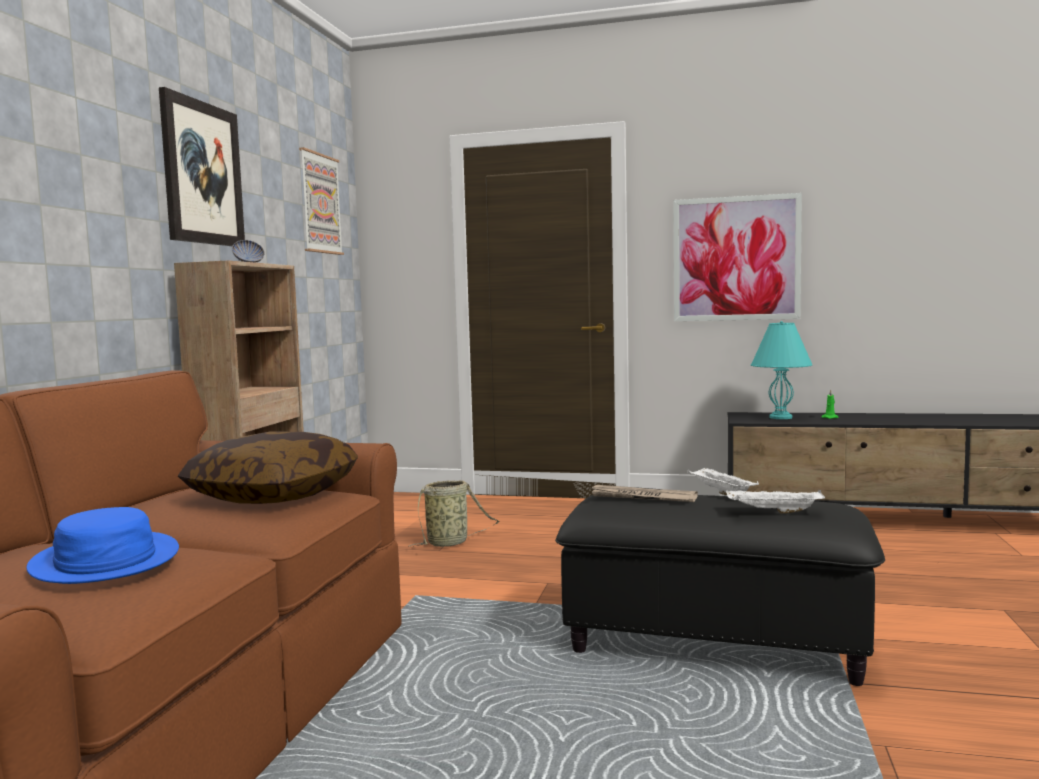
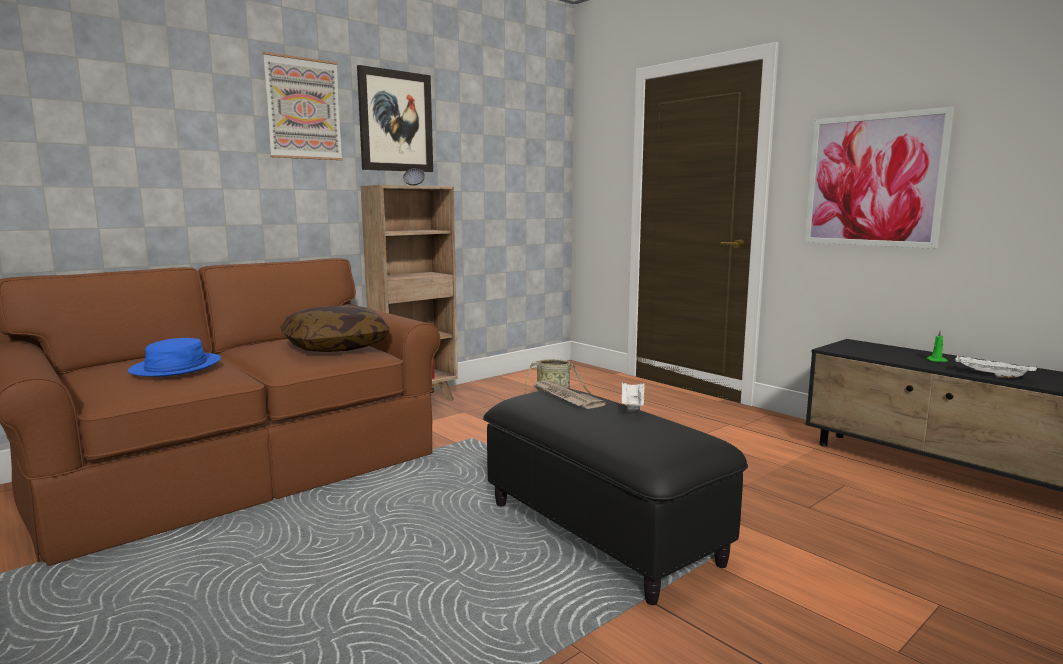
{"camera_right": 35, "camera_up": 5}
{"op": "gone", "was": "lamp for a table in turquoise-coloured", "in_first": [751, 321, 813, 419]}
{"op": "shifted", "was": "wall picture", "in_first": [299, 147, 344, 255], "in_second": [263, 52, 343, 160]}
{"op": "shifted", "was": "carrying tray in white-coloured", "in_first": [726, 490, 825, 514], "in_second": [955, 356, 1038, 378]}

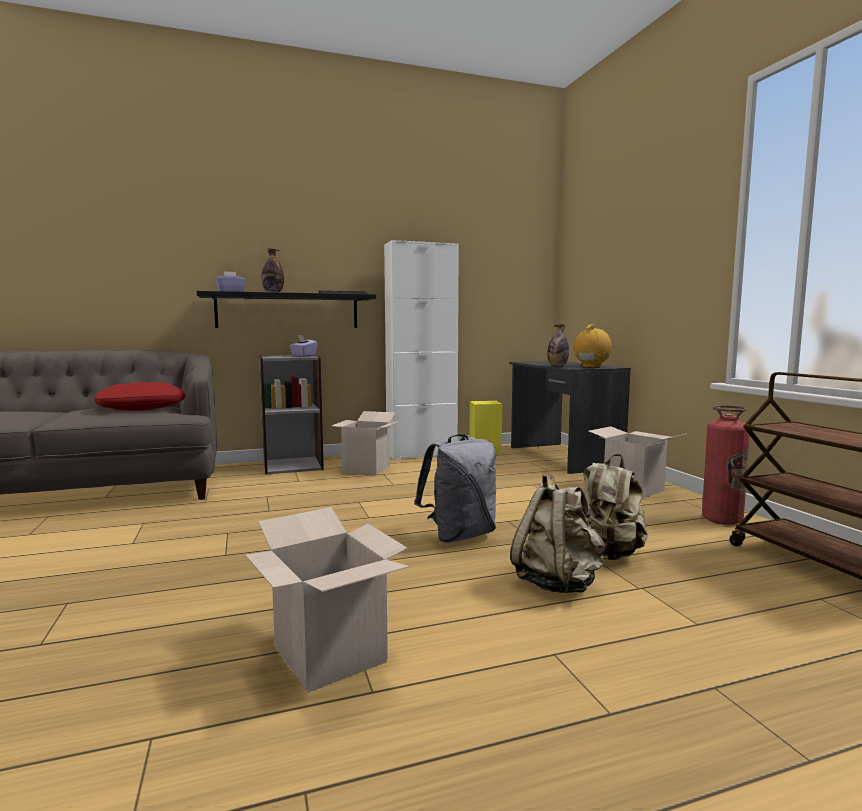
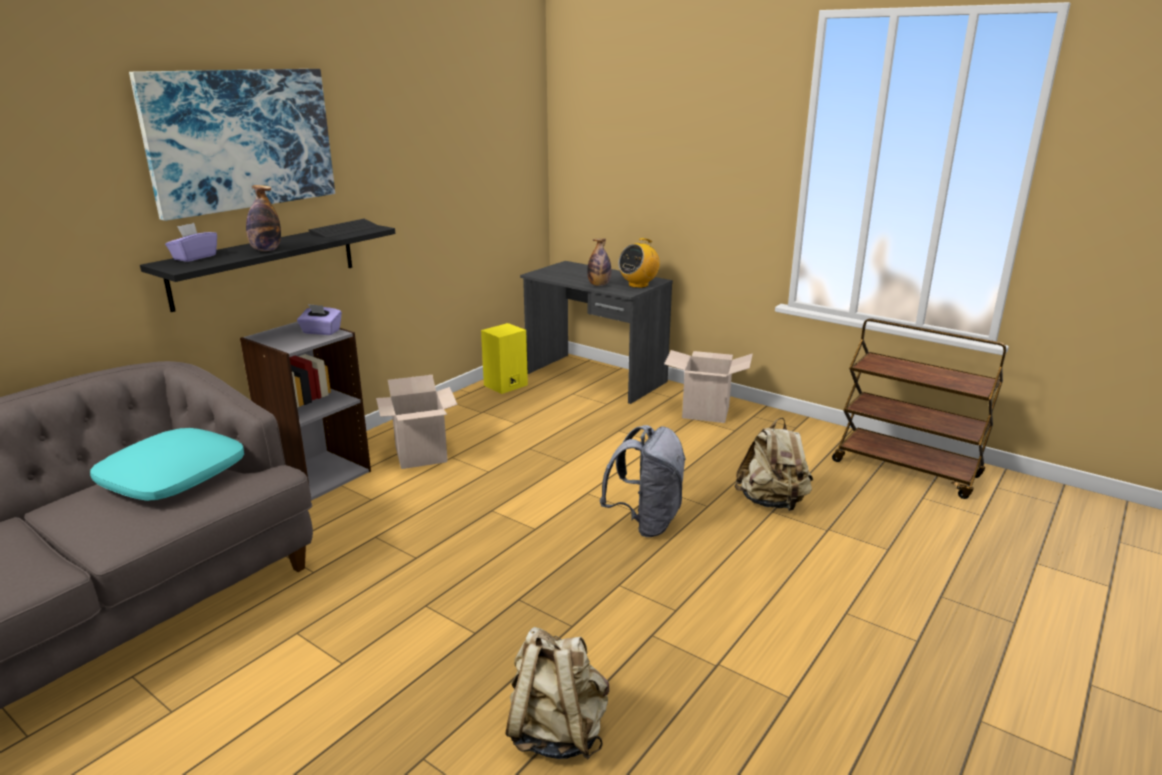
{"camera_right": -35, "camera_up": 15}
{"op": "gone", "was": "carton", "in_first": [245, 507, 409, 693]}
{"op": "gone", "was": "cabinet in white-coloured", "in_first": [384, 240, 459, 460]}
{"op": "gone", "was": "fire-fighting cylinder", "in_first": [702, 405, 750, 525]}
{"op": "new", "now": "wall picture", "in_second": [129, 69, 335, 221]}
{"op": "shifted", "was": "knapsack in sand-coloured", "in_first": [510, 474, 605, 593], "in_second": [505, 627, 609, 760]}
{"op": "repainted", "was": "cushion in red", "now": "cushion in turquoise-coloured", "in_first": [94, 382, 185, 411], "in_second": [90, 428, 244, 501]}
{"op": "rotated", "was": "radio receiver", "in_first": [574, 324, 612, 368], "in_second": [618, 238, 660, 288], "clockwise": -135}

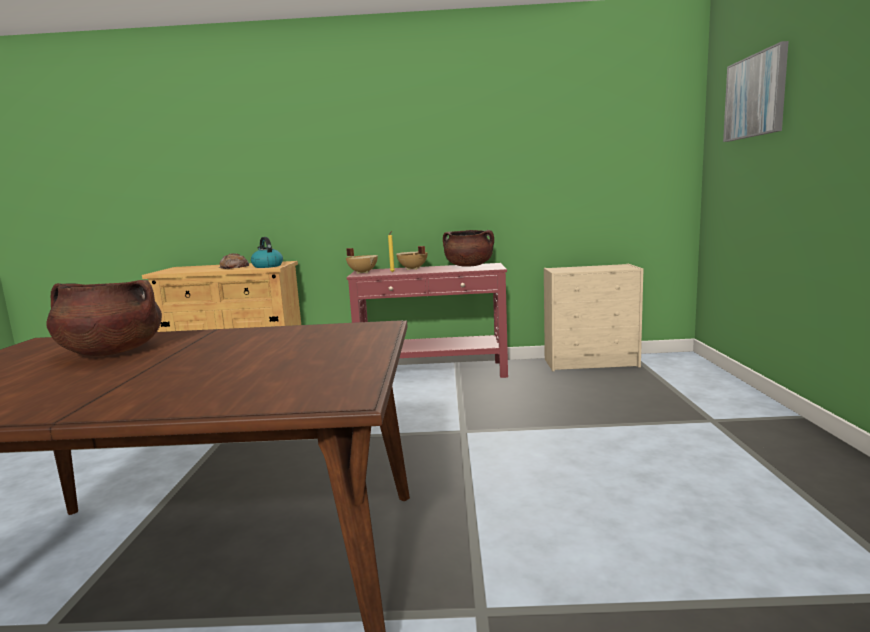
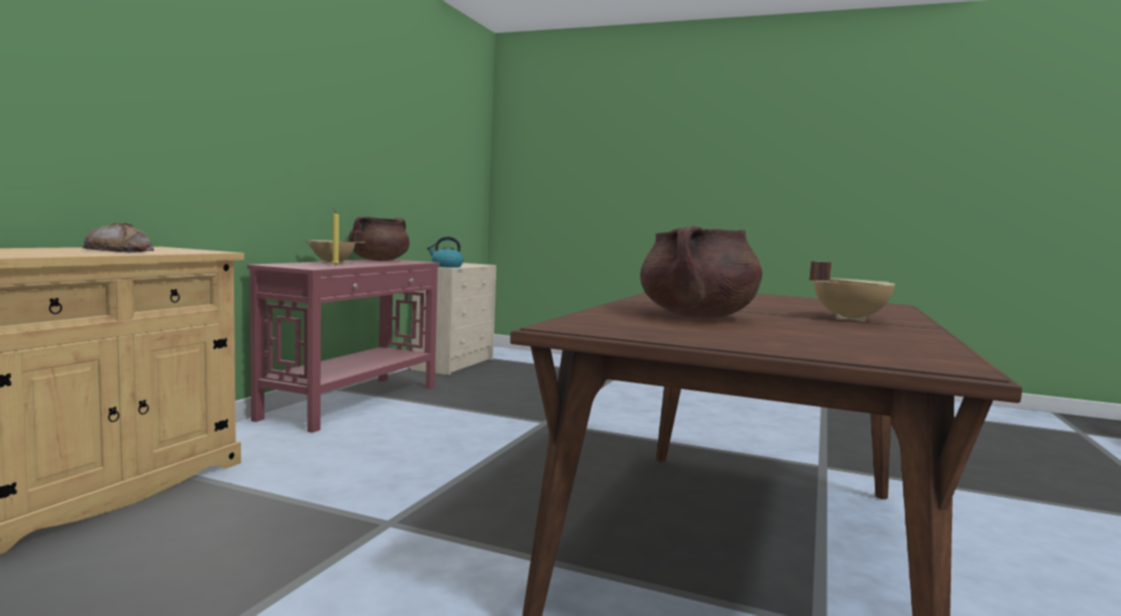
{"camera_right": -70, "camera_up": -5}
{"op": "gone", "was": "wall picture", "in_first": [723, 41, 789, 142]}
{"op": "shifted", "was": "water kettle", "in_first": [251, 237, 283, 268], "in_second": [427, 237, 463, 268]}
{"op": "shifted", "was": "stockpot in sand-coloured", "in_first": [346, 248, 378, 274], "in_second": [809, 261, 895, 322]}

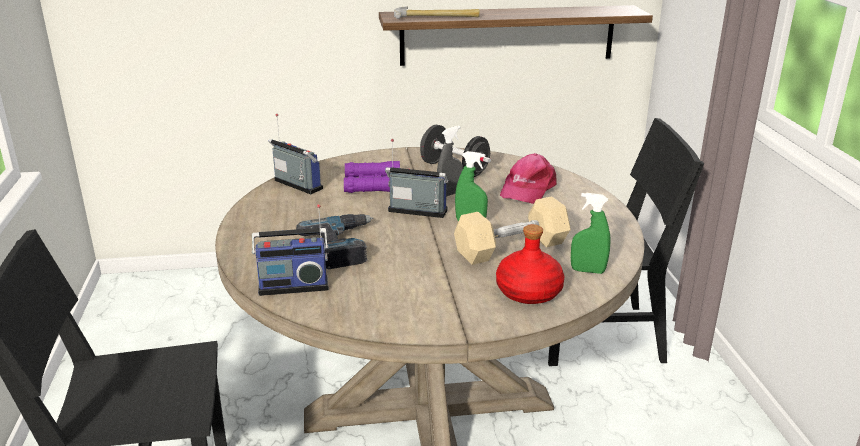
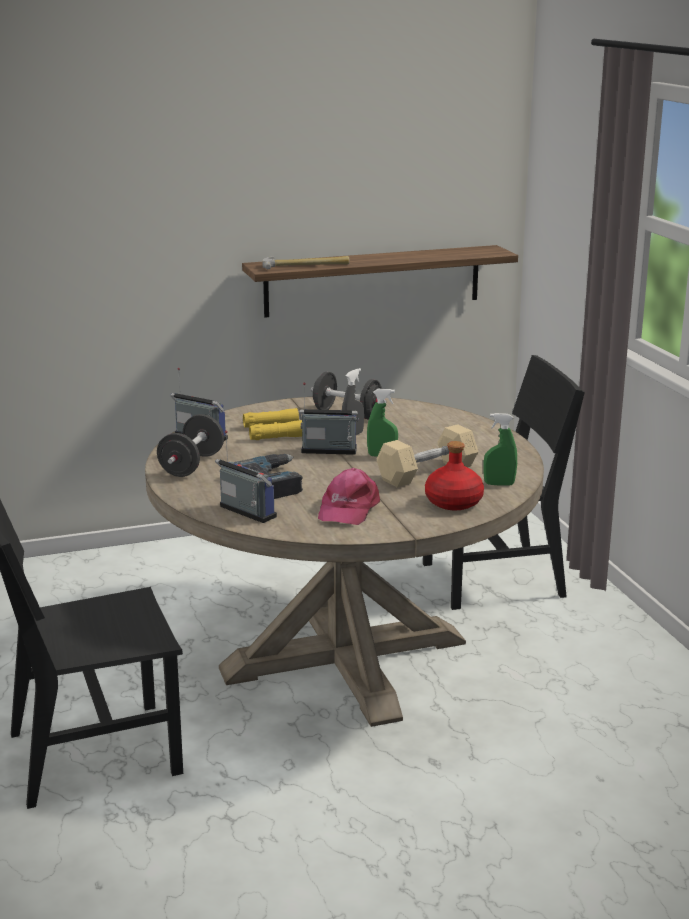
{"camera_right": -10, "camera_up": -5}
{"op": "new", "now": "free weight in blackish", "in_second": [157, 414, 224, 477]}
{"op": "shifted", "was": "peaked cap in pink", "in_first": [500, 153, 557, 204], "in_second": [318, 468, 380, 525]}
{"op": "repainted", "was": "binoculars in purple-coloured", "now": "binoculars in yellow-coloured", "in_first": [344, 161, 400, 193], "in_second": [243, 408, 302, 440]}
{"op": "rotated", "was": "radio receiver", "in_first": [252, 204, 329, 296], "in_second": [215, 430, 277, 523], "clockwise": -120}

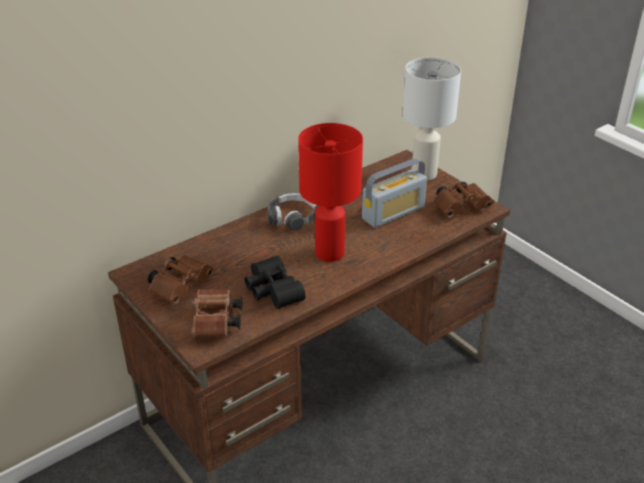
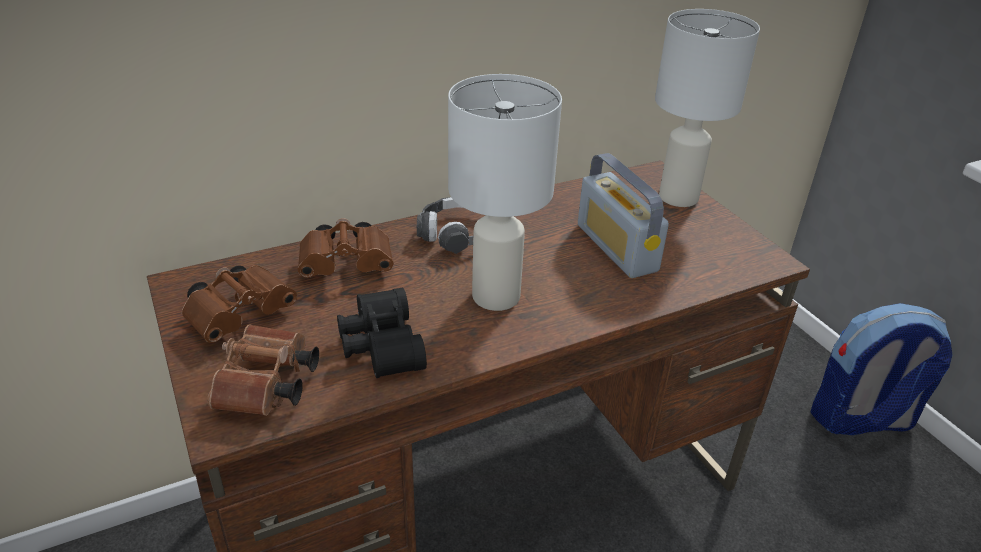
{"camera_right": 10, "camera_up": 0}
{"op": "new", "now": "knapsack", "in_second": [811, 303, 953, 435]}
{"op": "shifted", "was": "binoculars in brown-coloured", "in_first": [434, 181, 494, 217], "in_second": [298, 218, 394, 278]}
{"op": "repainted", "was": "lamp for a table in red", "now": "lamp for a table in white-coloured", "in_first": [298, 123, 363, 262], "in_second": [448, 74, 562, 311]}
{"op": "rotated", "was": "radio receiver", "in_first": [362, 158, 427, 228], "in_second": [578, 153, 669, 278], "clockwise": 90}

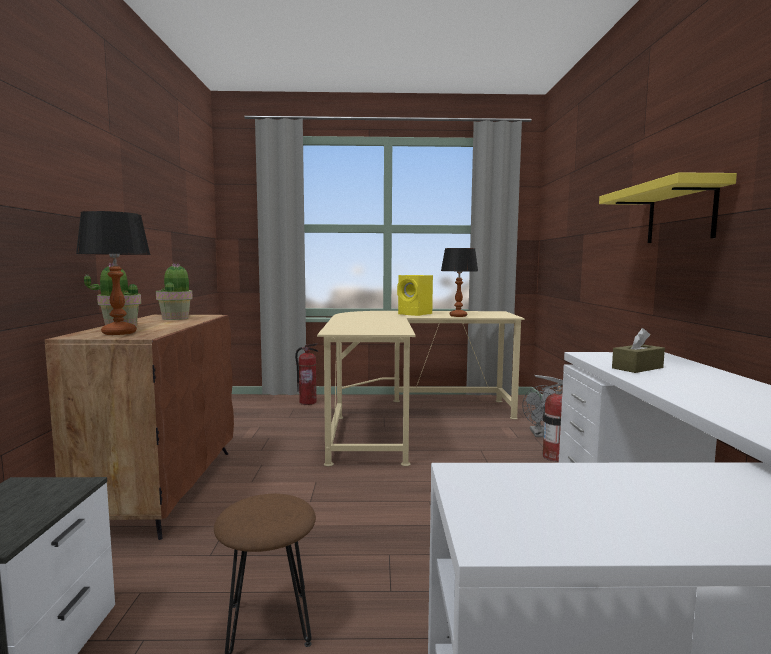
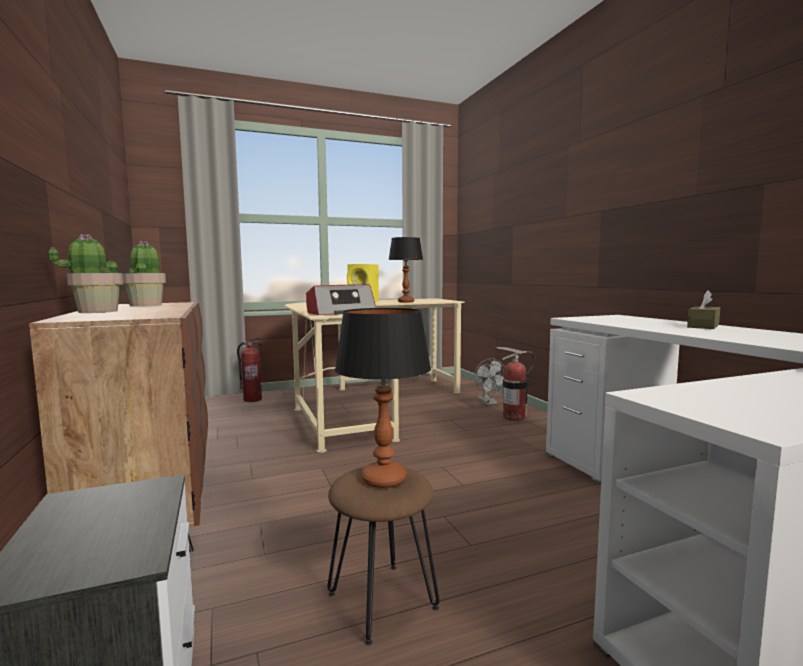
{"camera_right": -20, "camera_up": 0}
{"op": "gone", "was": "bracket shelf in yellow-coloured", "in_first": [599, 172, 737, 243]}
{"op": "new", "now": "radio receiver", "in_second": [306, 284, 376, 315]}
{"op": "shifted", "was": "lamp for a table", "in_first": [76, 211, 151, 335], "in_second": [334, 308, 431, 488]}
{"op": "shifted", "was": "box of tissues in brown-coloured", "in_first": [612, 328, 665, 373], "in_second": [687, 290, 720, 329]}

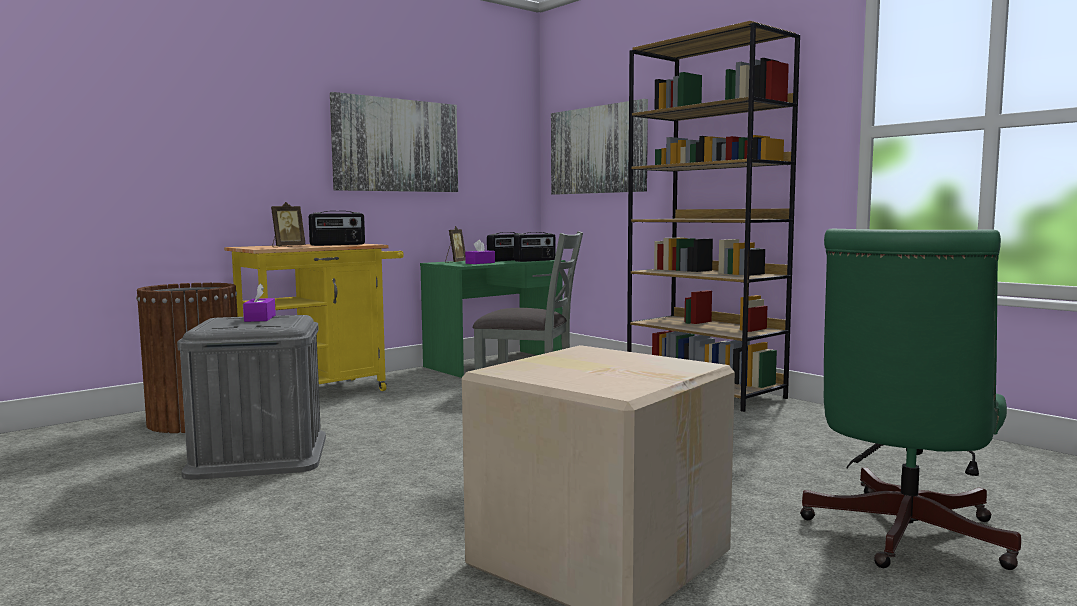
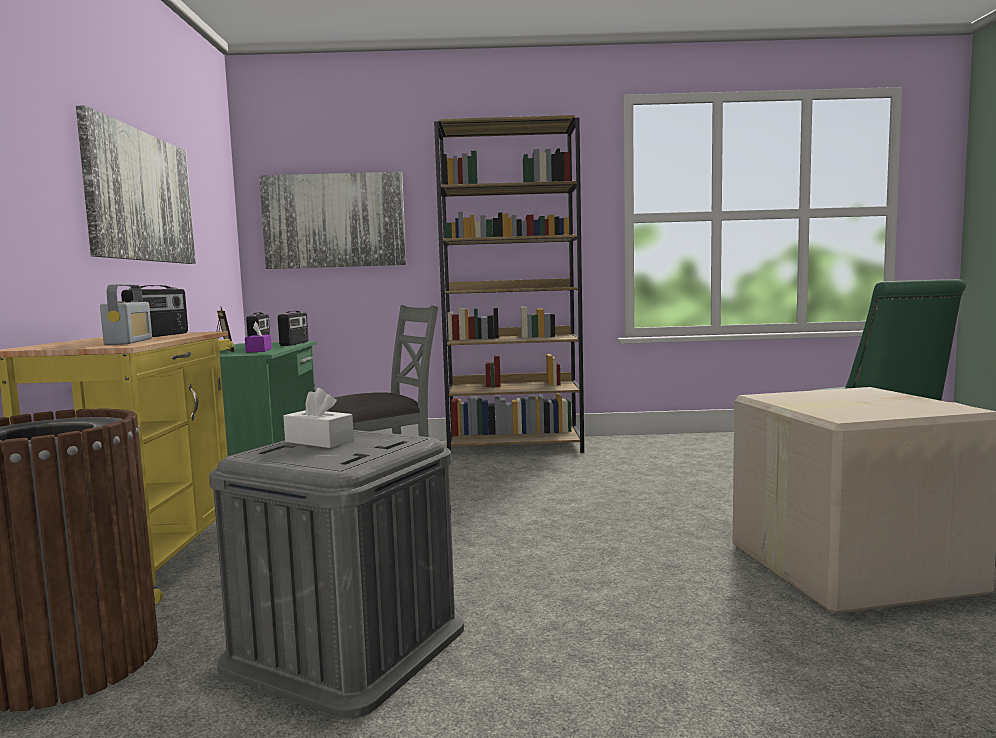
{"camera_right": -50, "camera_up": 0}
{"op": "swapped", "was": "photo frame", "now": "radio receiver", "in_first": [271, 202, 305, 247], "in_second": [100, 284, 152, 345]}
{"op": "repainted", "was": "box of tissues in purple-coloured", "now": "box of tissues in white-coloured", "in_first": [243, 283, 276, 322], "in_second": [283, 388, 354, 448]}

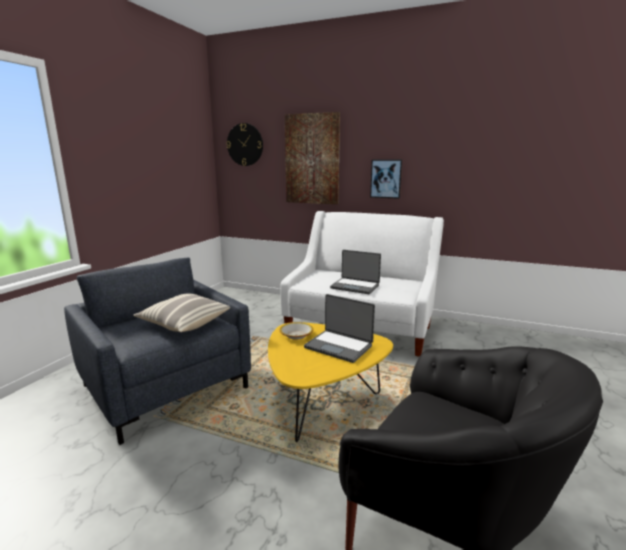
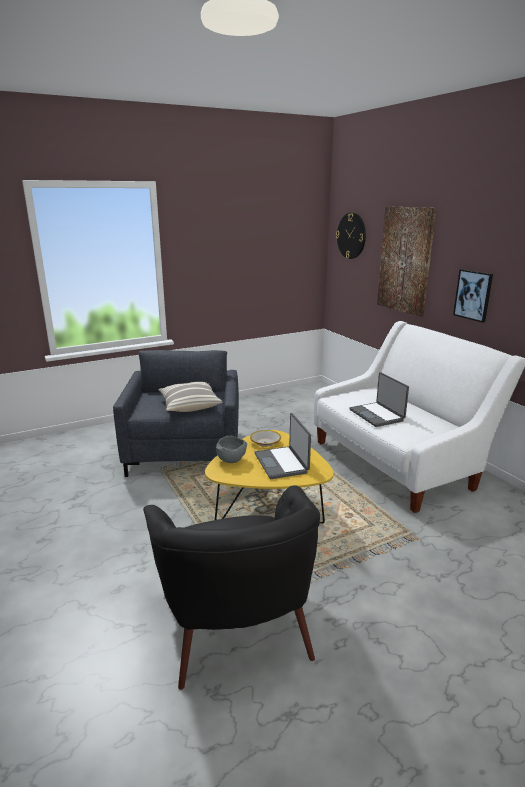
{"camera_right": 40, "camera_up": 5}
{"op": "new", "now": "bowl in greyish", "in_second": [216, 436, 247, 463]}

